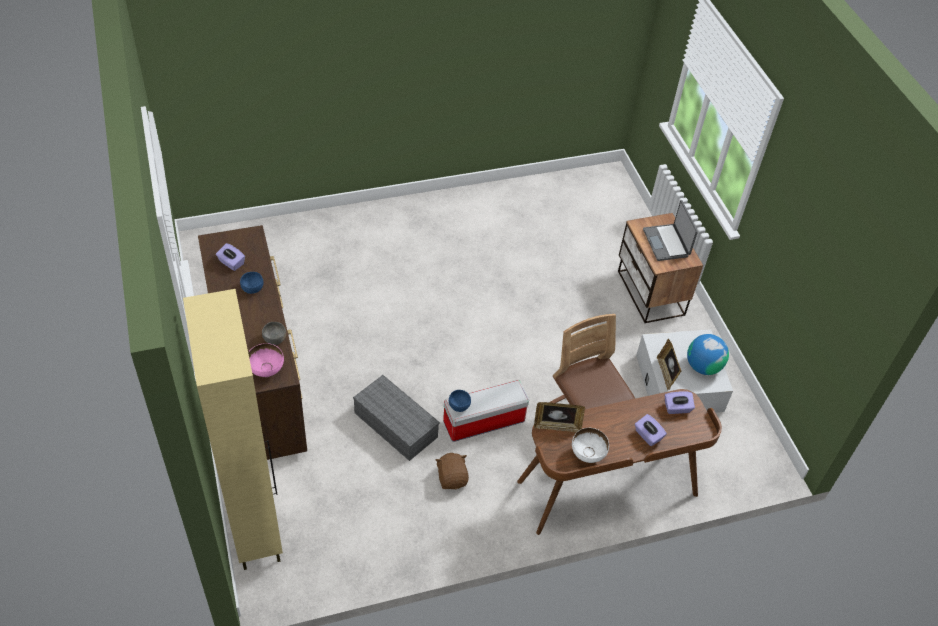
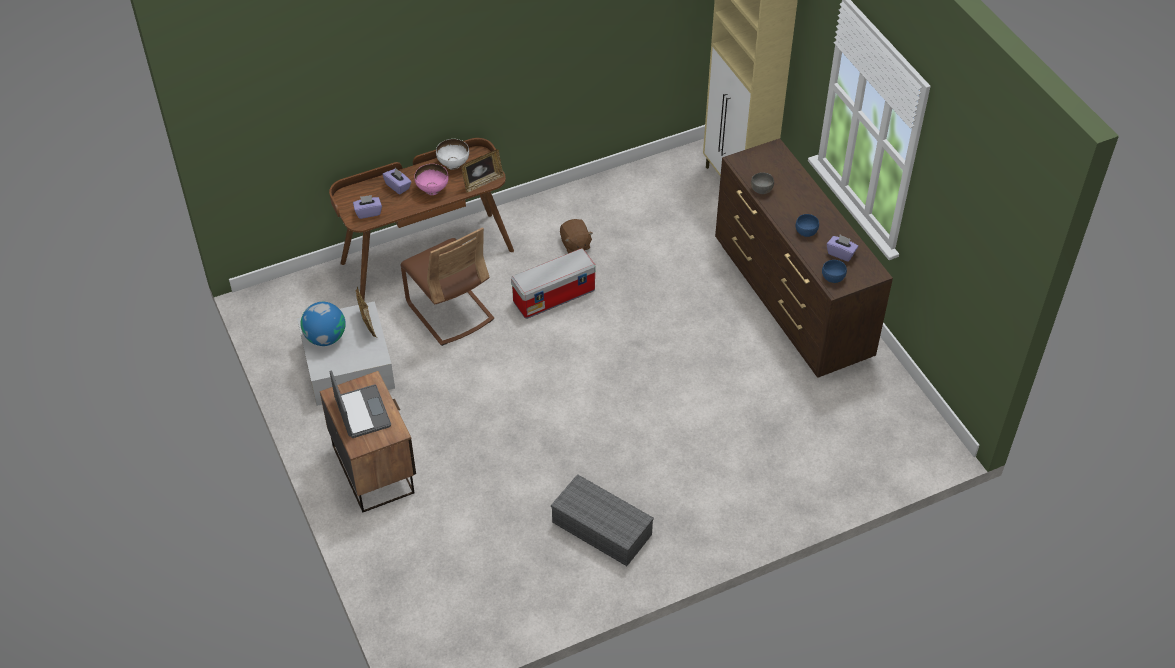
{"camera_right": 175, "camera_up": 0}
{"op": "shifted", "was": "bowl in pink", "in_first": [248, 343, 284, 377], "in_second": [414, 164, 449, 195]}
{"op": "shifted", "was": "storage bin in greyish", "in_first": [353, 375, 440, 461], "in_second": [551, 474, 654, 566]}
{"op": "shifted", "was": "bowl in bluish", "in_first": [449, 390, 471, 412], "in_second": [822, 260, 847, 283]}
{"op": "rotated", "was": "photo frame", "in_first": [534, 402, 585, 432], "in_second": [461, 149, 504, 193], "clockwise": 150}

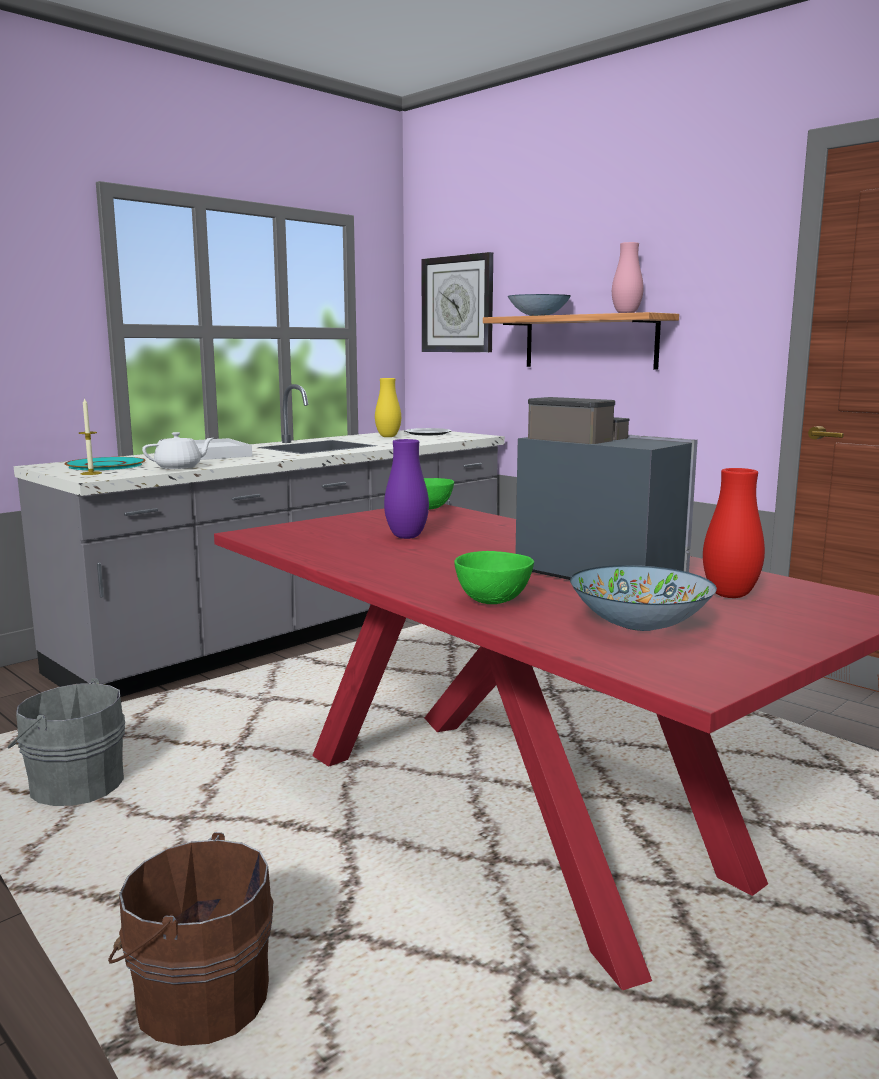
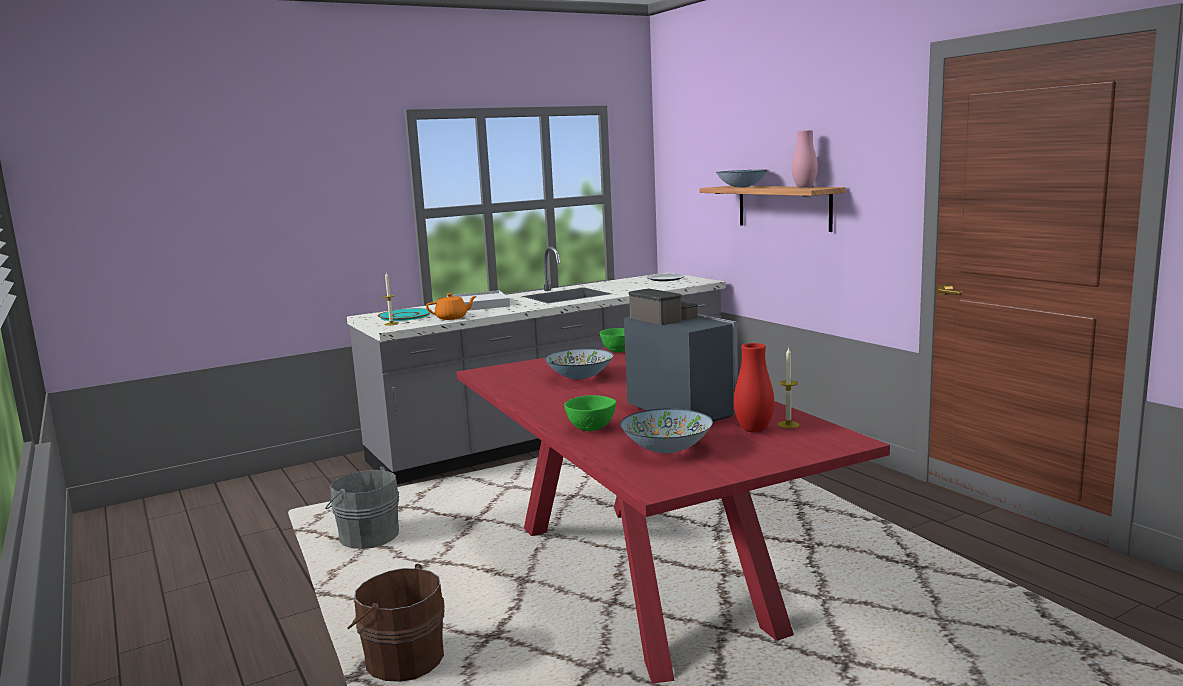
{"camera_right": 15, "camera_up": 0}
{"op": "gone", "was": "decorative vase in yellow-coloured", "in_first": [375, 378, 401, 437]}
{"op": "gone", "was": "wall clock", "in_first": [421, 252, 493, 352]}
{"op": "new", "now": "wax candle", "in_second": [777, 347, 799, 428]}
{"op": "swapped", "was": "decorative vase in purple-coloured", "now": "bowl", "in_first": [384, 439, 429, 539], "in_second": [545, 349, 613, 379]}
{"op": "repainted", "was": "teapot in white-coloured", "now": "teapot in orangey", "in_first": [142, 432, 213, 469], "in_second": [426, 293, 477, 320]}

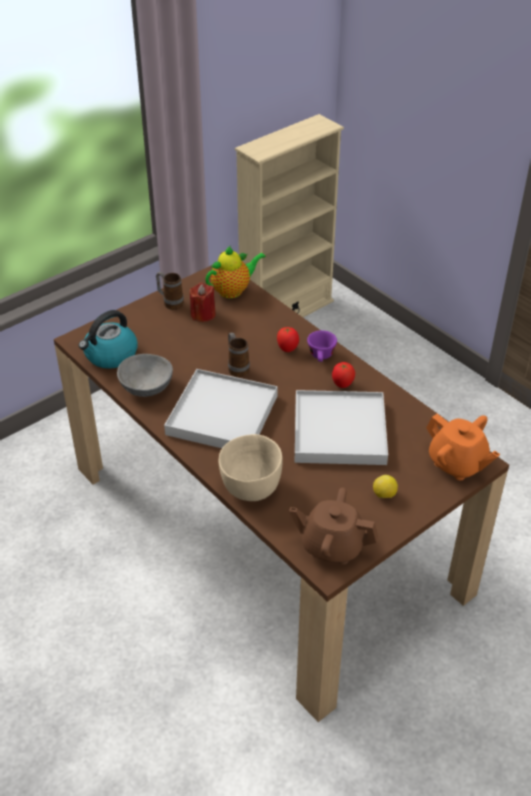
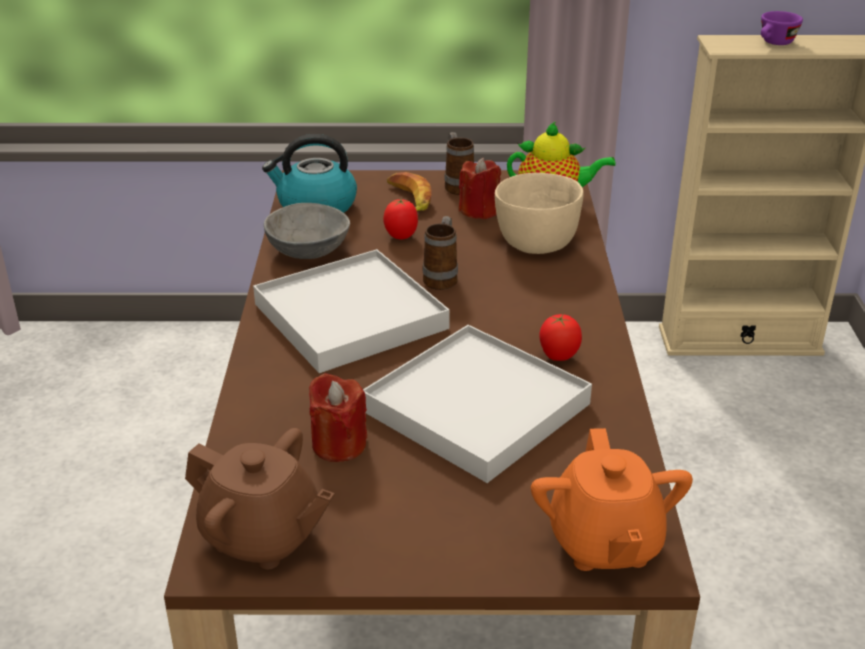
{"camera_right": 40, "camera_up": -10}
{"op": "gone", "was": "whole lemon", "in_first": [373, 475, 398, 498]}
{"op": "new", "now": "wax candle in red", "in_second": [309, 373, 367, 462]}
{"op": "new", "now": "banana", "in_second": [387, 172, 432, 211]}
{"op": "shifted", "was": "bowl in sand-coloured", "in_first": [219, 434, 283, 501], "in_second": [495, 173, 584, 254]}
{"op": "shifted", "was": "tomato", "in_first": [277, 327, 299, 352], "in_second": [383, 198, 418, 239]}
{"op": "shifted", "was": "cup in purple-coloured", "in_first": [307, 330, 337, 362], "in_second": [761, 11, 803, 45]}
{"op": "rotated", "was": "teapot in brown-coloured", "in_first": [289, 487, 378, 565], "in_second": [185, 428, 335, 569], "clockwise": 150}

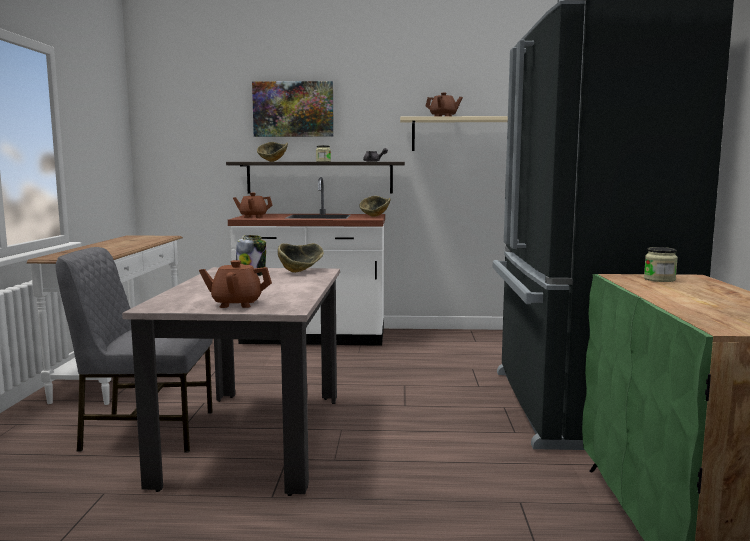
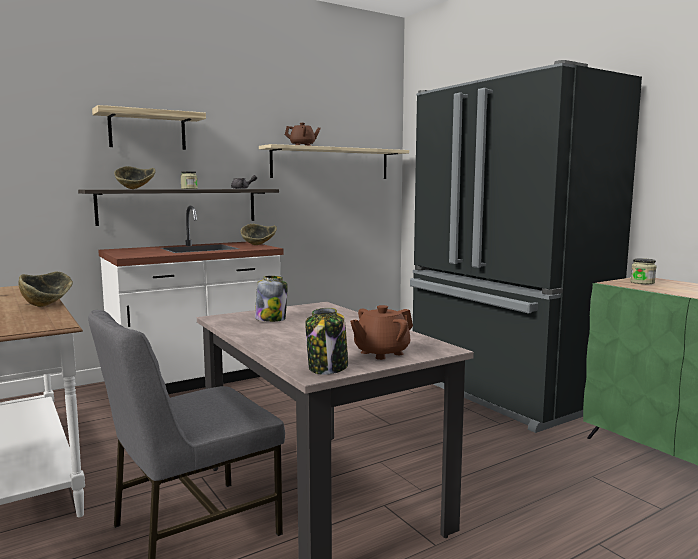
{"camera_right": -35, "camera_up": 0}
{"op": "gone", "was": "teapot in brown-coloured", "in_first": [233, 193, 273, 218]}
{"op": "new", "now": "preserve jar", "in_second": [306, 308, 348, 375]}
{"op": "shifted", "was": "bowl", "in_first": [278, 243, 324, 273], "in_second": [18, 271, 73, 307]}
{"op": "swapped", "was": "wall picture", "now": "bracket shelf", "in_first": [252, 81, 334, 137], "in_second": [92, 105, 206, 150]}

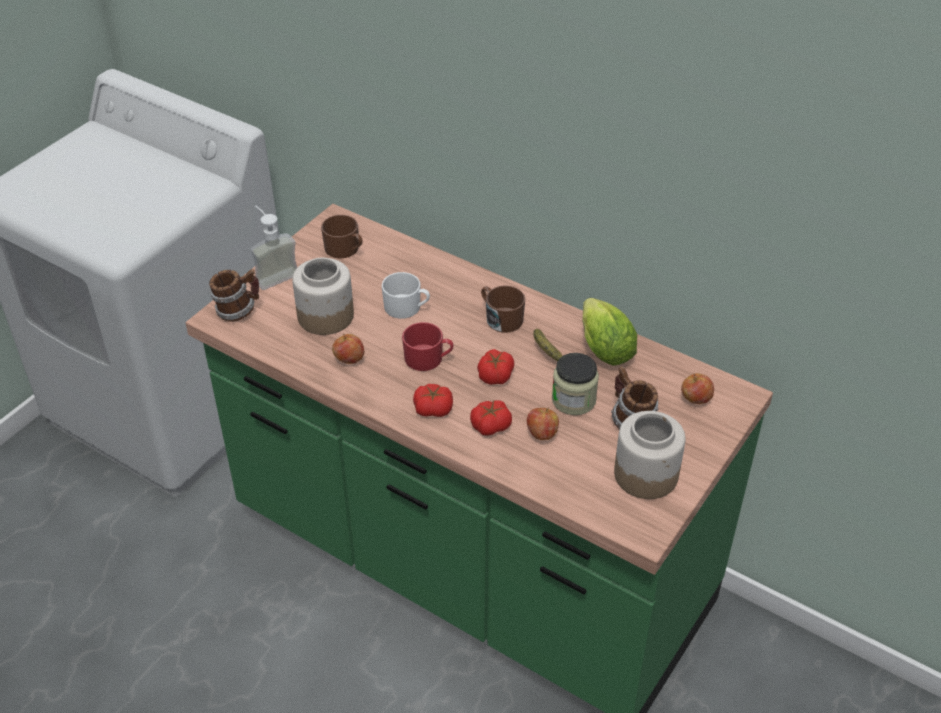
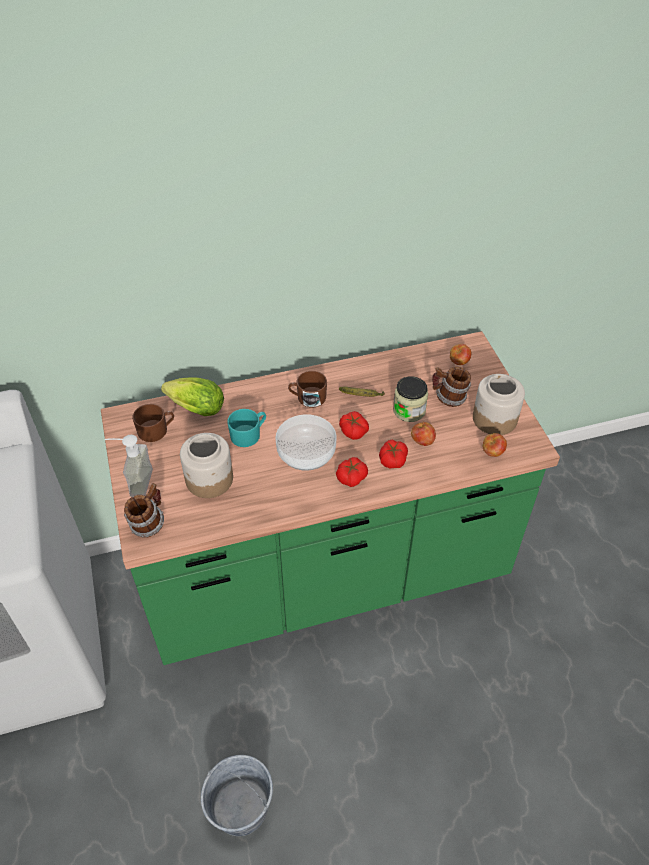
{"camera_right": -50, "camera_up": 5}
{"op": "new", "now": "bucket in greyish", "in_second": [201, 755, 273, 836]}
{"op": "shifted", "was": "apple fruit", "in_first": [332, 334, 364, 364], "in_second": [482, 433, 507, 457]}
{"op": "shifted", "was": "lettuce head", "in_first": [583, 298, 637, 366], "in_second": [161, 377, 224, 416]}
{"op": "swapped", "was": "mug in red", "now": "bowl", "in_first": [402, 322, 454, 371], "in_second": [275, 414, 337, 471]}
{"op": "repainted", "was": "mug in white-coloured", "now": "mug in turquoise-coloured", "in_first": [382, 272, 430, 319], "in_second": [227, 409, 266, 447]}

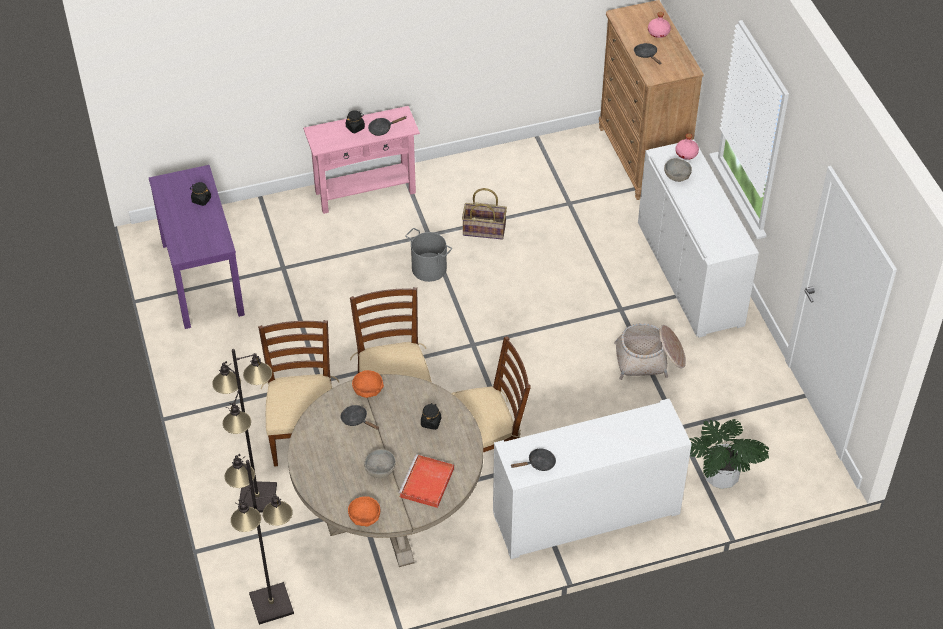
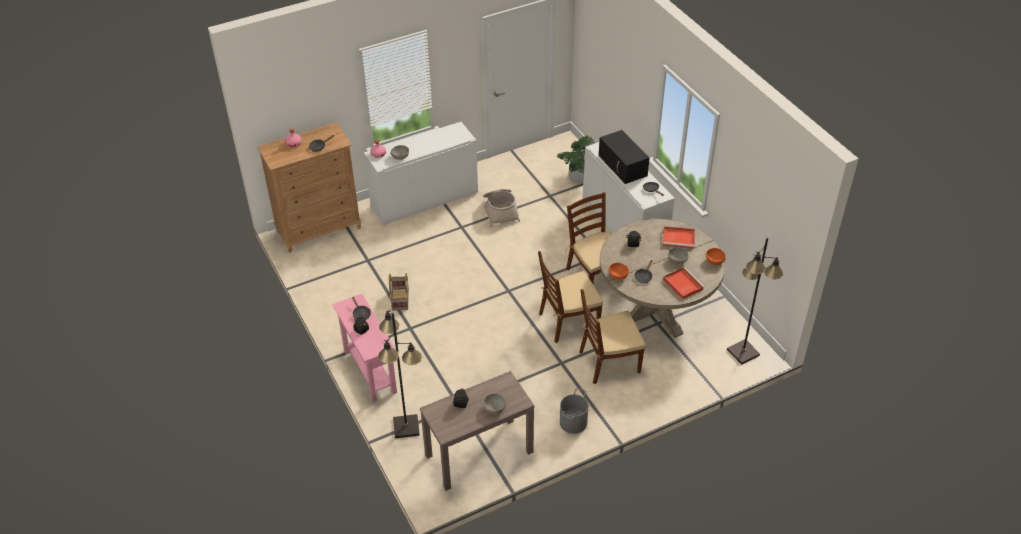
{"camera_right": -100, "camera_up": -5}
{"op": "new", "now": "bowl in greyish", "in_second": [483, 393, 507, 414]}
{"op": "new", "now": "kitchen microwave in blackish", "in_second": [599, 130, 649, 184]}
{"op": "new", "now": "carrying tray in red", "in_second": [663, 267, 704, 299]}
{"op": "shifted", "was": "floor lamp in blackish", "in_first": [212, 349, 277, 513], "in_second": [378, 310, 422, 438]}
{"op": "shifted", "was": "bucket in greyish", "in_first": [405, 228, 452, 282], "in_second": [560, 388, 588, 434]}
{"op": "repainted", "was": "narrow table in purple-coloured", "now": "narrow table in brown-coloured", "in_first": [149, 165, 245, 329], "in_second": [420, 371, 535, 491]}

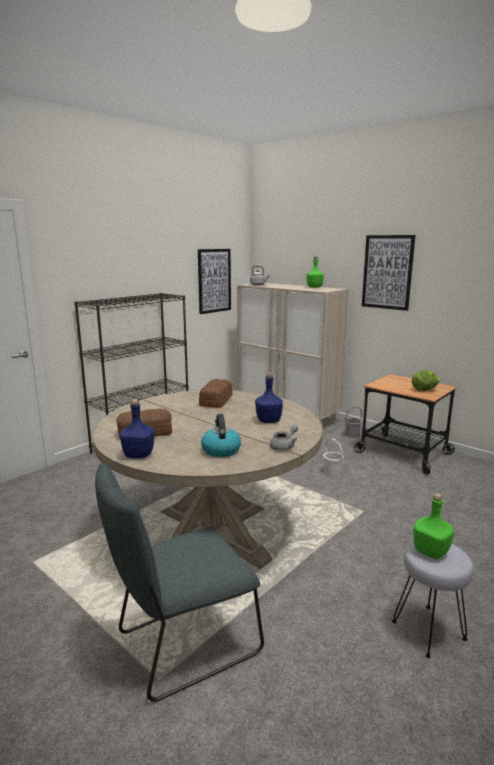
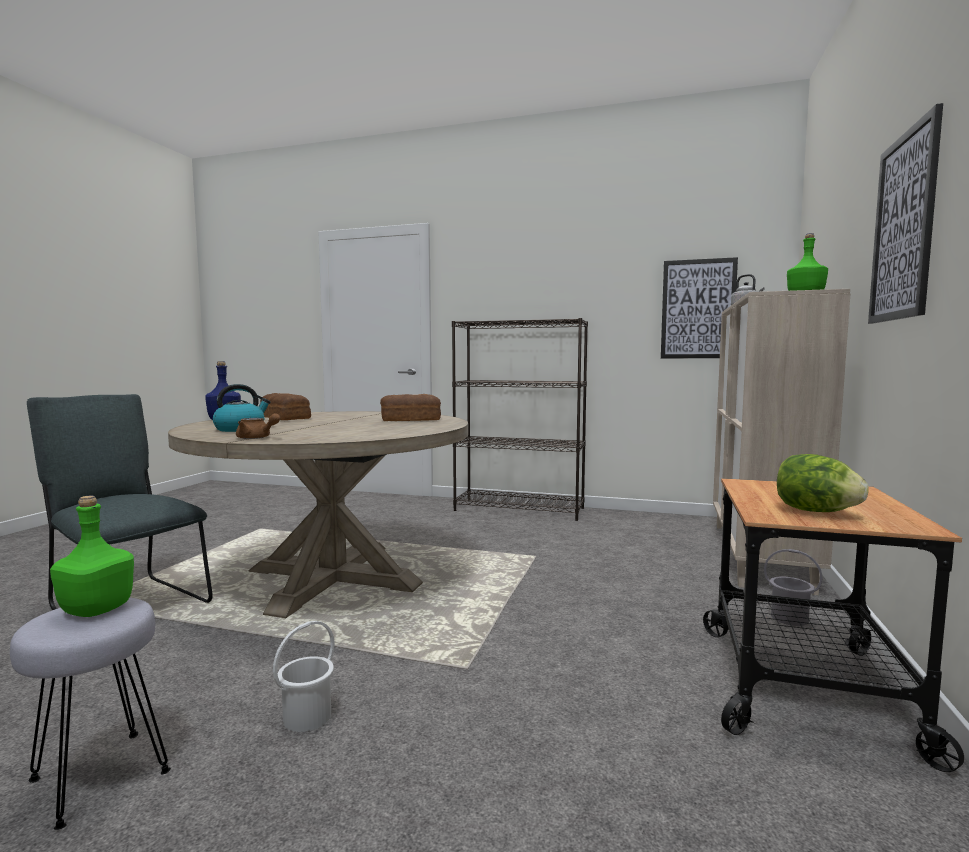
{"camera_right": 65, "camera_up": -10}
{"op": "gone", "was": "bottle in bluish", "in_first": [255, 373, 283, 423]}
{"op": "shifted", "was": "bucket in white-coloured", "in_first": [323, 438, 344, 477], "in_second": [273, 621, 335, 732]}
{"op": "repainted", "was": "teapot in greyish", "now": "teapot in brown-coloured", "in_first": [270, 424, 298, 451], "in_second": [236, 413, 280, 439]}

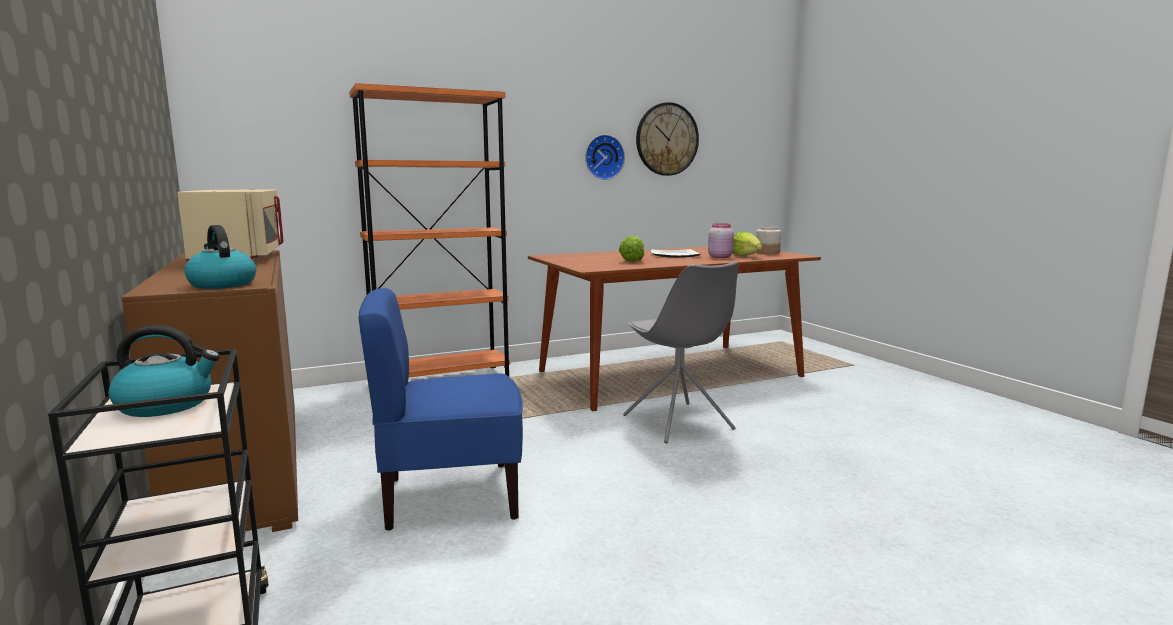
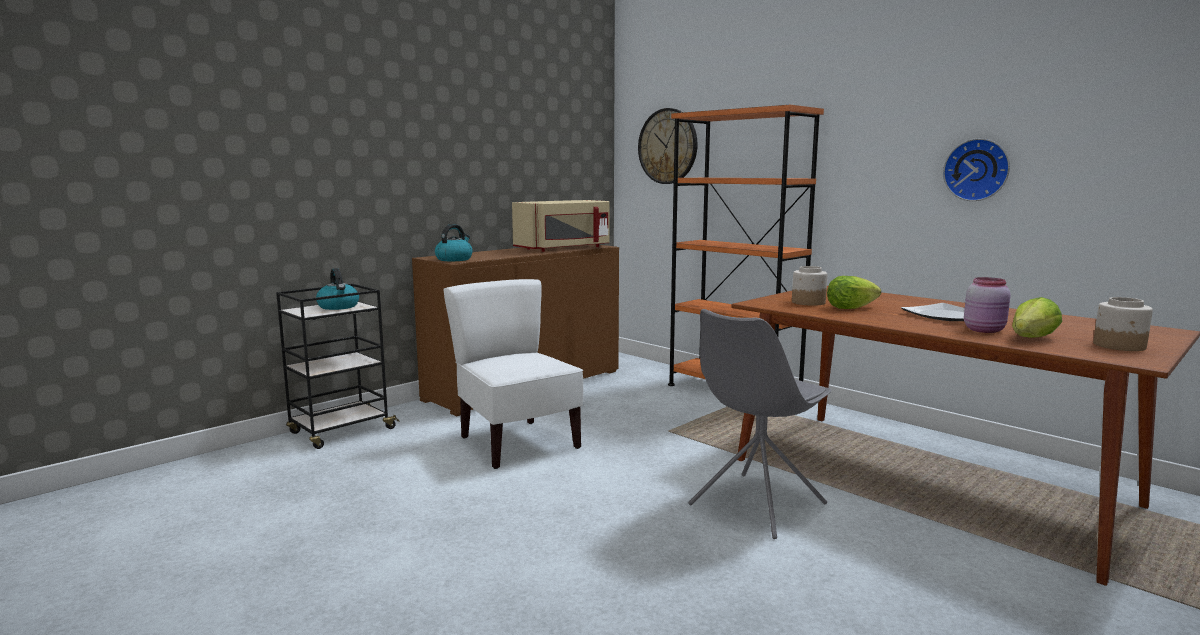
{"camera_right": 70, "camera_up": 0}
{"op": "new", "now": "preserve jar", "in_second": [792, 266, 827, 306]}
{"op": "shifted", "was": "wall clock", "in_first": [636, 102, 699, 176], "in_second": [638, 108, 698, 184]}
{"op": "repainted", "was": "upright chair in bluish", "now": "upright chair in white-coloured", "in_first": [359, 288, 523, 531], "in_second": [443, 279, 583, 469]}

